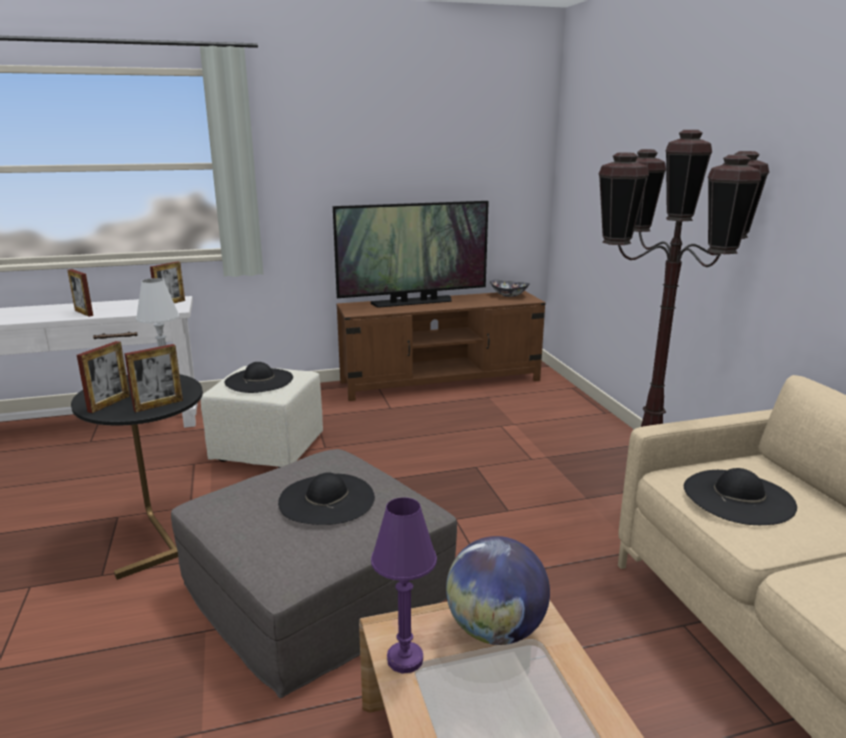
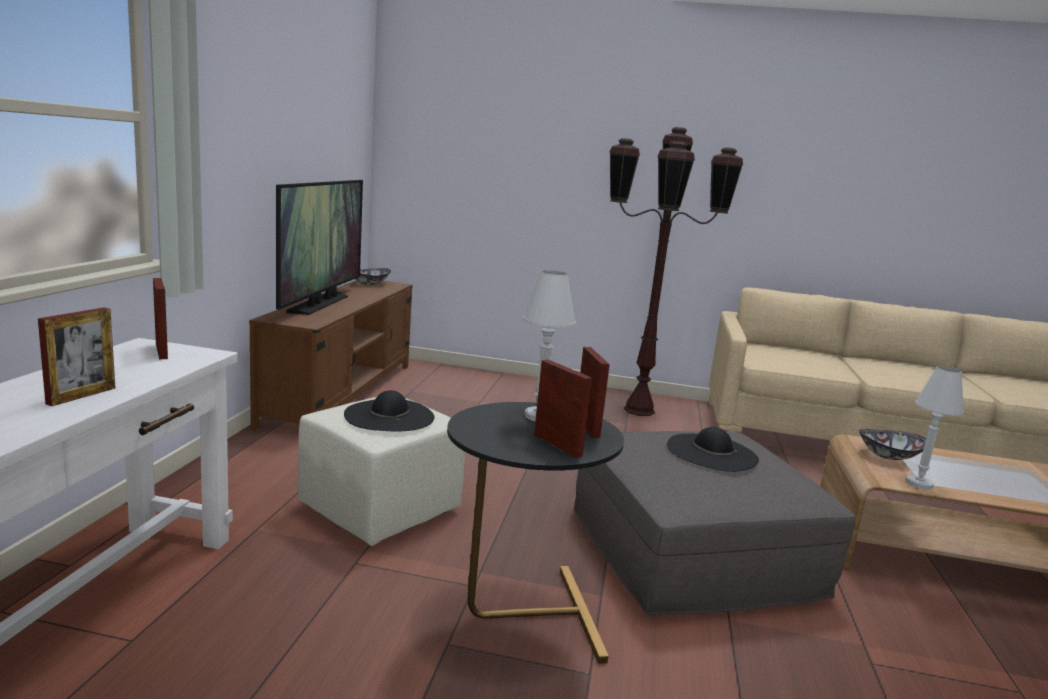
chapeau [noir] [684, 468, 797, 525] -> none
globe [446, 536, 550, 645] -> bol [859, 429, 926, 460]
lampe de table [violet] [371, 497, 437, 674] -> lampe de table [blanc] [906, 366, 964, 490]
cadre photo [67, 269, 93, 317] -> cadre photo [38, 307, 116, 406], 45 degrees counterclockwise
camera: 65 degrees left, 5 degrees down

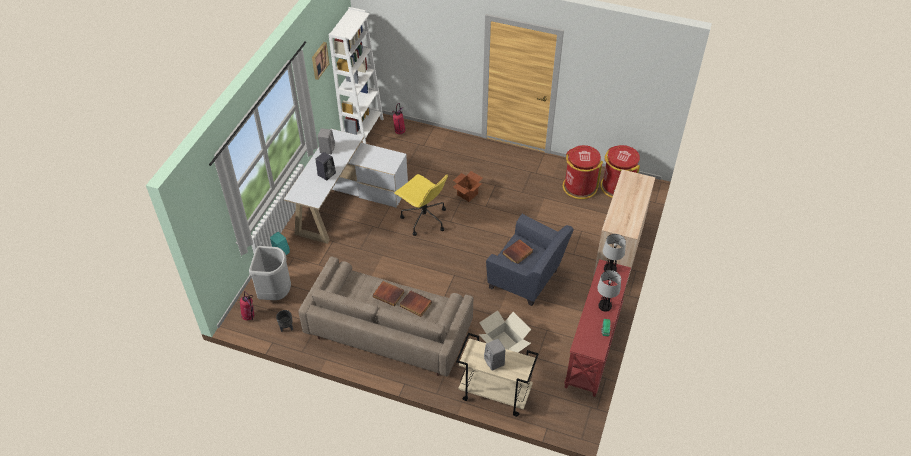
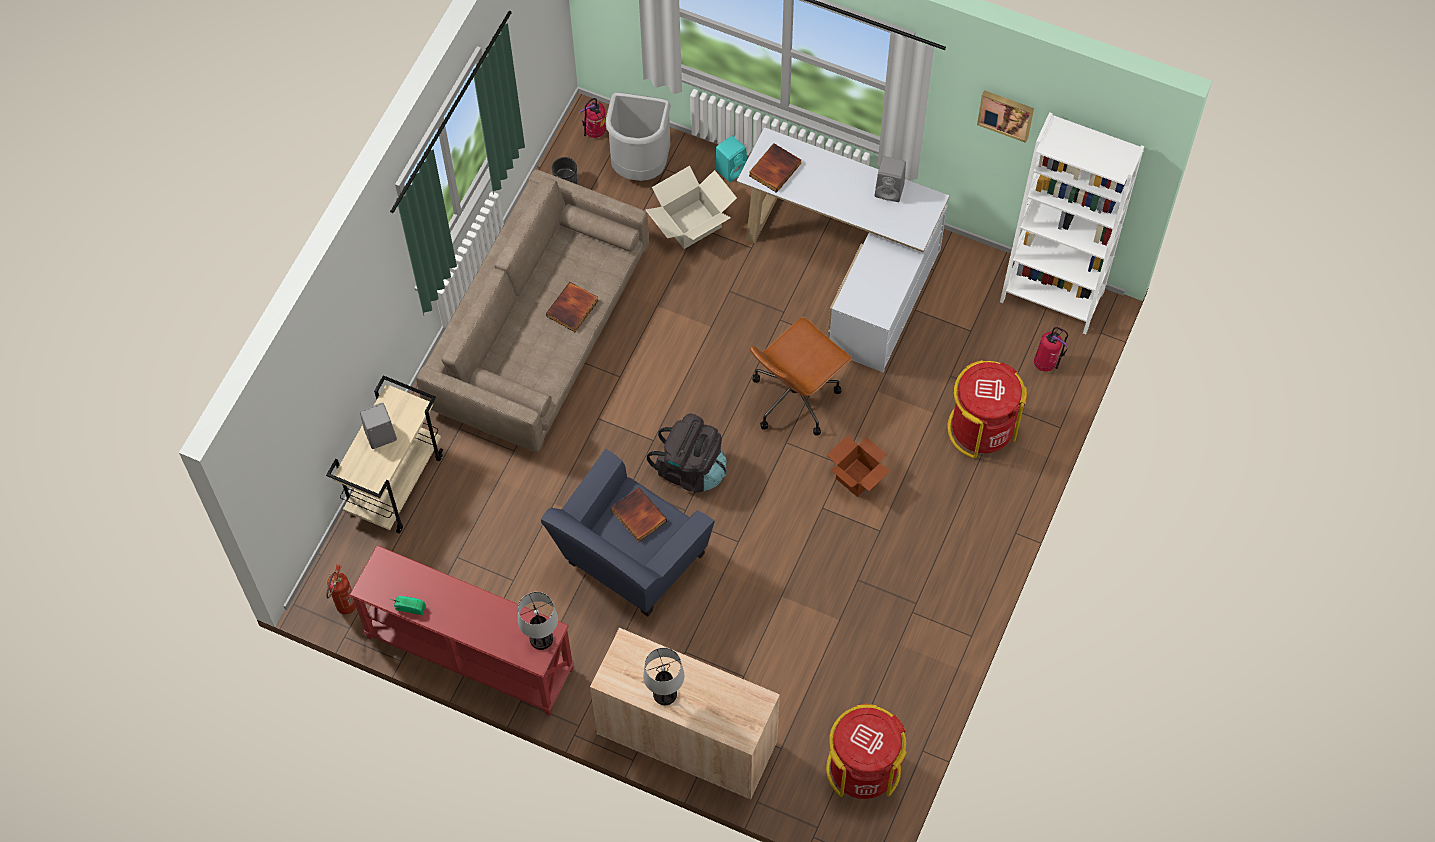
enceinte [noir] [315, 152, 336, 180] -> none
none -> extincteur [326, 564, 356, 614]
none -> sac à dos [noir] [647, 413, 727, 493]
livre [400, 291, 432, 317] -> livre [749, 143, 801, 193], relocated
carton [479, 311, 531, 353] -> carton [646, 166, 737, 249], relocated
poubelle [rouge] [563, 145, 603, 199] -> poubelle [rouge] [947, 360, 1028, 459], relocated
lampe de table [597, 270, 621, 312] -> lampe de table [643, 648, 684, 705], relocated
chaise de bureau [jaune] [394, 174, 448, 236] -> chaise de bureau [marron] [750, 317, 852, 436]
camera: 95 degrees right, 15 degrees up

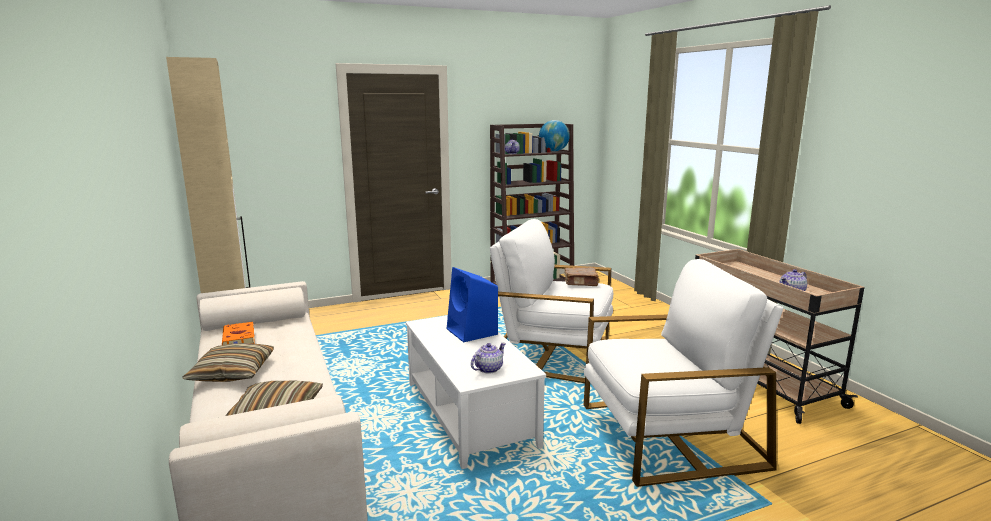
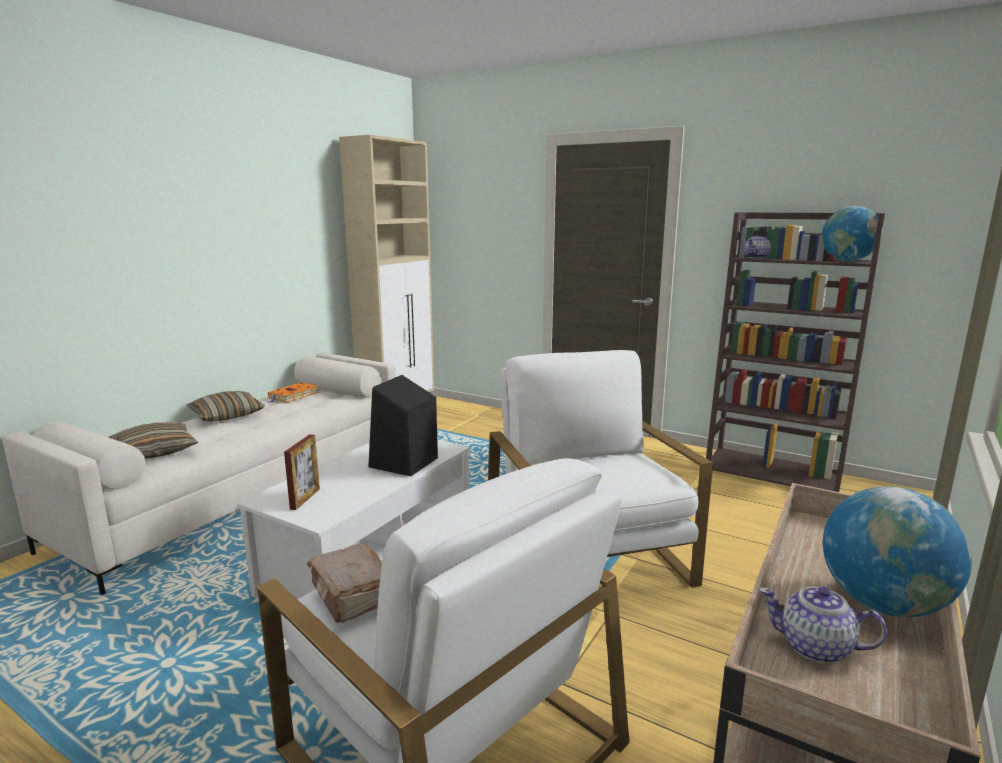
none -> globe [823, 486, 972, 617]
livre [marron] [564, 267, 599, 286] -> livre [marron] [307, 543, 382, 623], relocated
théière [471, 343, 506, 374] -> cadre photo [284, 435, 320, 510]
enceinte [bleu] [447, 267, 498, 342] -> enceinte [noir] [368, 375, 438, 476]
camera: 55 degrees right, 0 degrees up

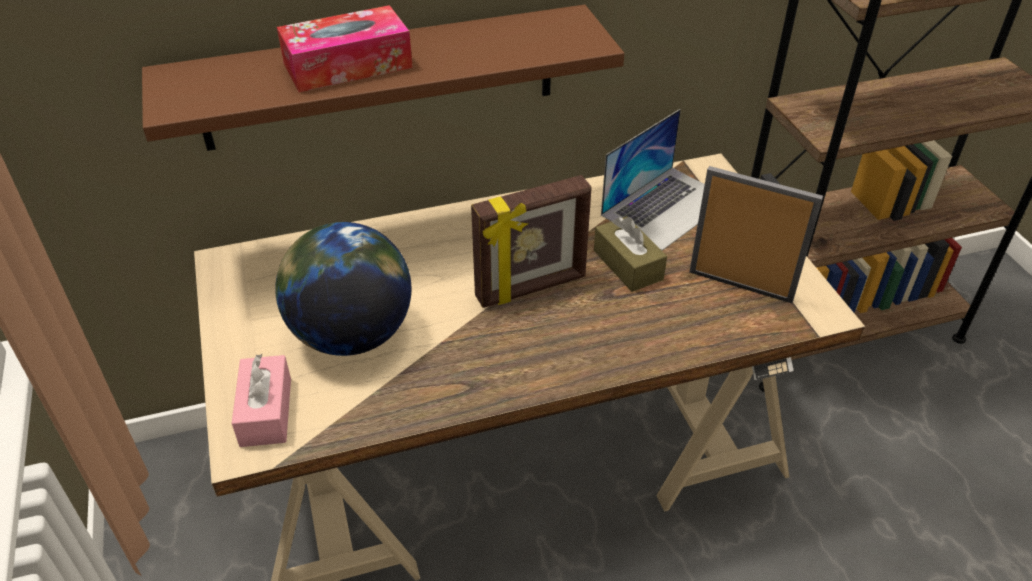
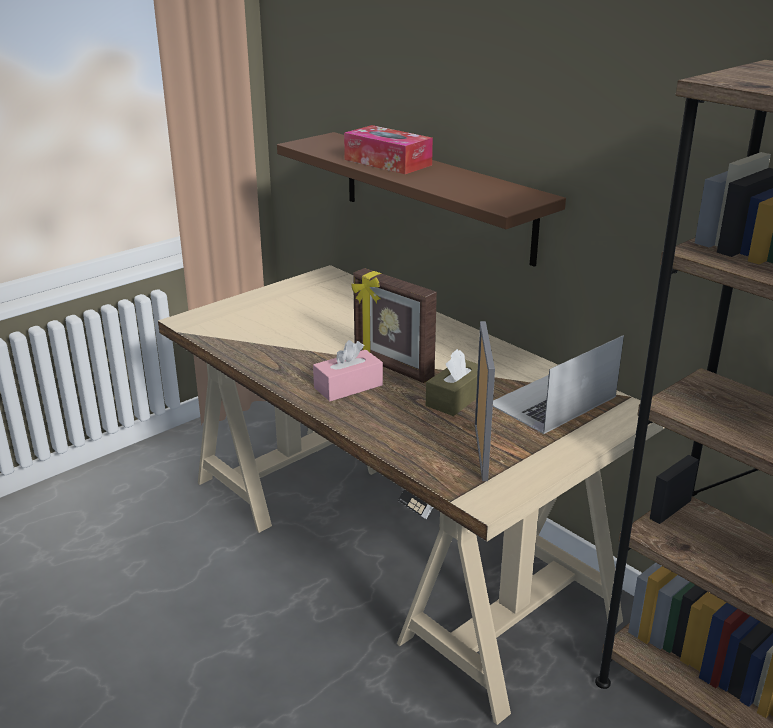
globe [275, 222, 411, 356] -> none
boîte à mouchoirs [rose] [232, 354, 291, 447] -> boîte à mouchoirs [rose] [313, 340, 383, 401], relocated
ordinateur portable [601, 109, 705, 251] -> ordinateur portable [493, 335, 624, 434], 120 degrees clockwise
camera: 65 degrees right, 15 degrees down

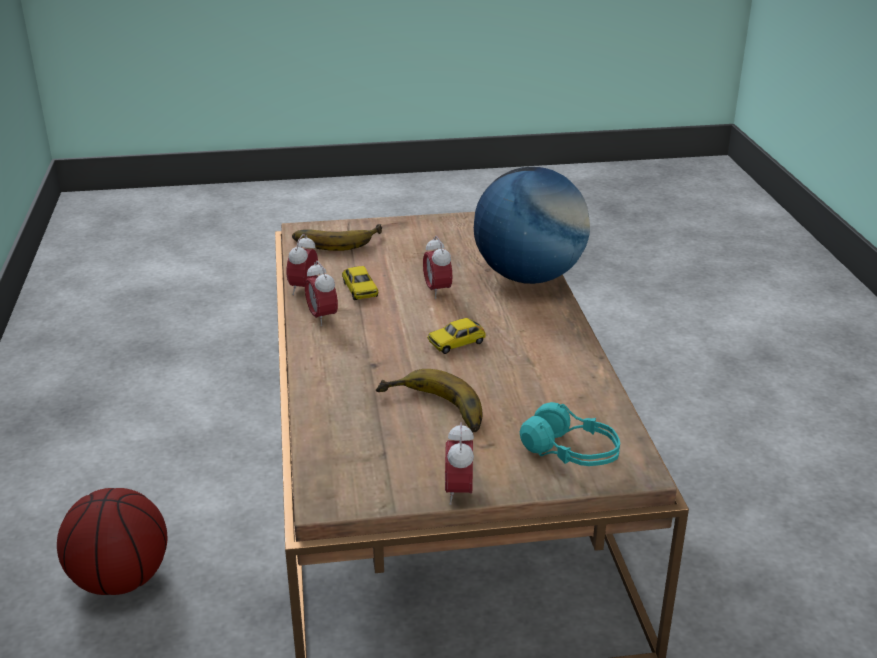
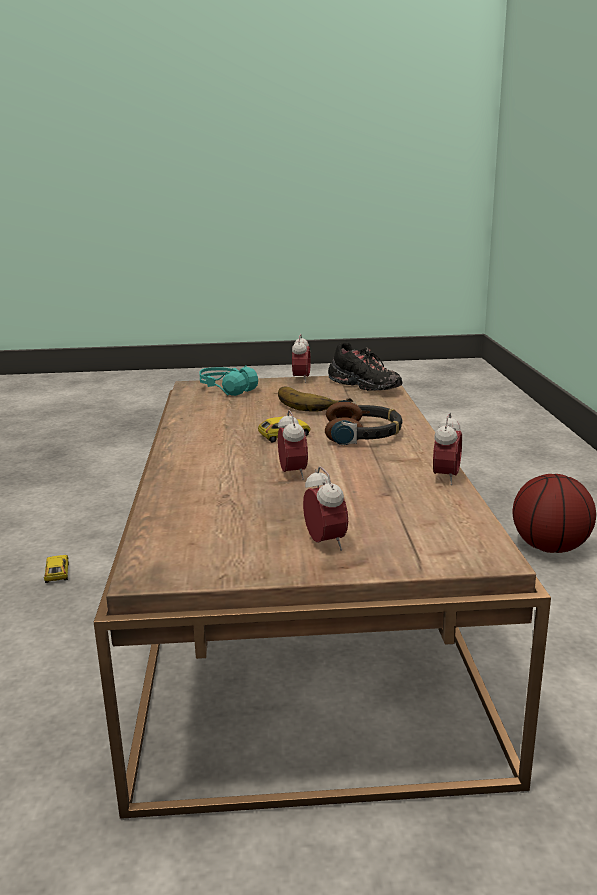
banane [292, 224, 382, 251] -> none
globe [474, 167, 590, 284] -> none
none -> casque audio [325, 400, 402, 445]
none -> chaussure [noir] [328, 342, 403, 391]
réveil [305, 261, 338, 327] -> réveil [303, 466, 348, 551], relocated
petite voiture [342, 266, 379, 300] -> petite voiture [44, 555, 69, 583], relocated
camera: 175 degrees left, 10 degrees down

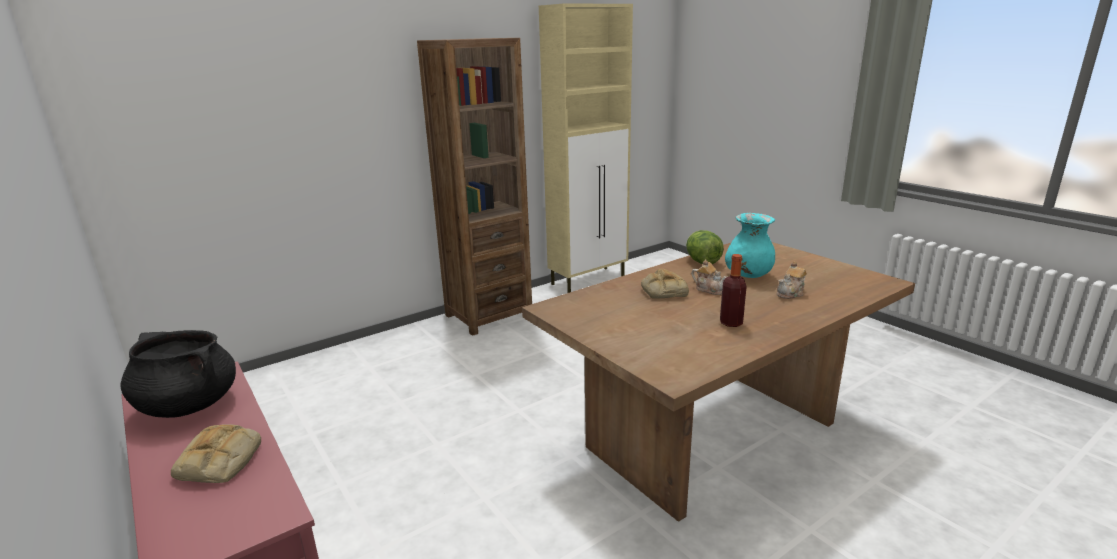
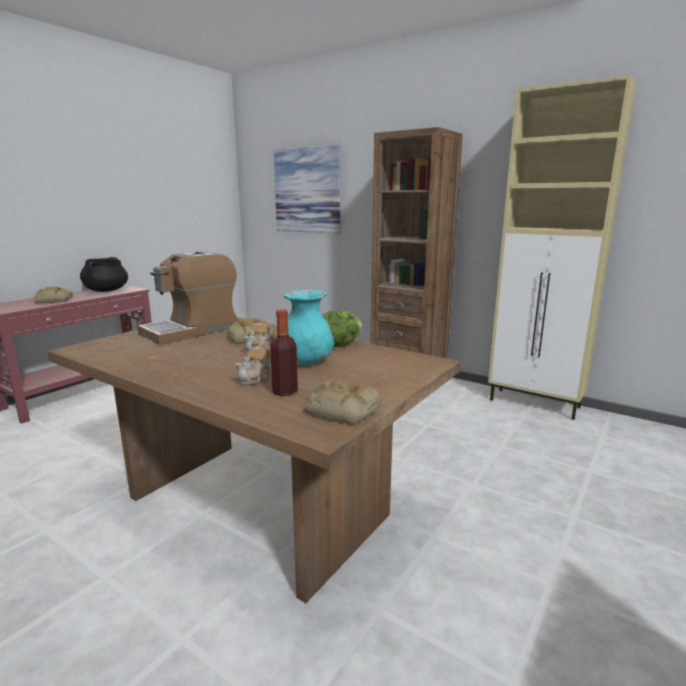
none -> machine à café [137, 251, 238, 345]
none -> tableau [274, 145, 340, 234]
none -> pain [304, 381, 381, 425]
bouteille [720, 254, 747, 327] -> bouteille [270, 309, 298, 396], relocated
théière [777, 261, 807, 299] -> théière [235, 340, 271, 386], 90 degrees counterclockwise
camera: 70 degrees right, 5 degrees down

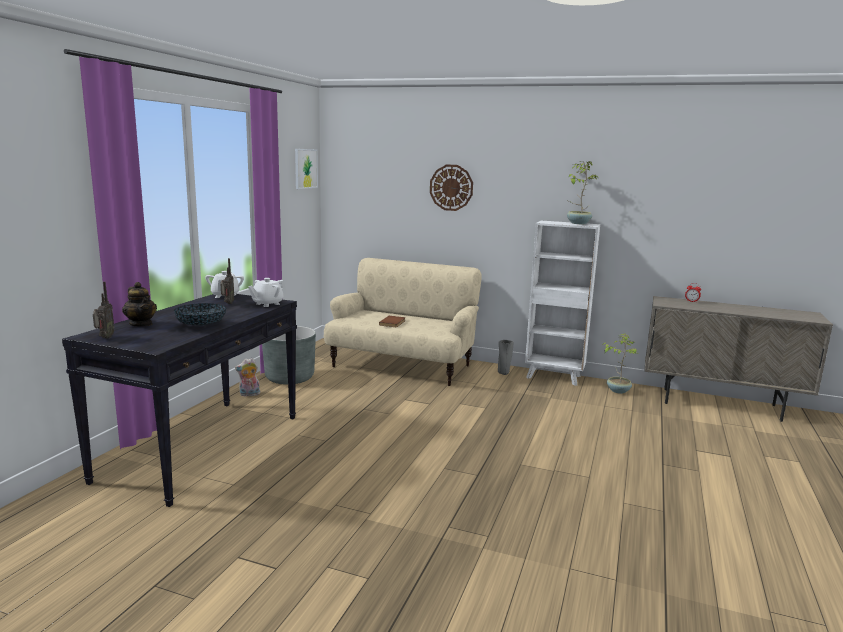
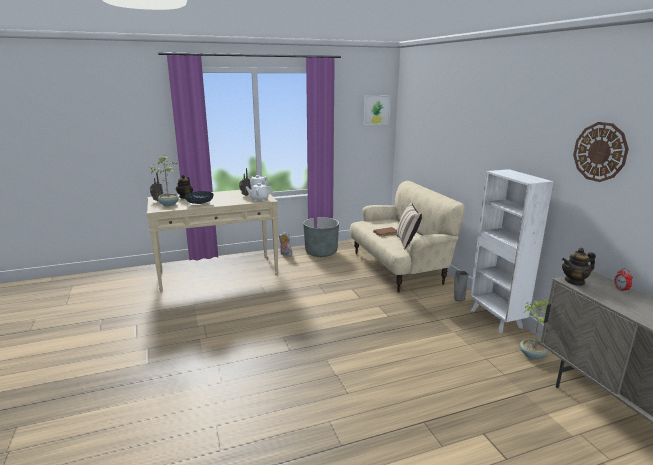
none -> coussin [beige] [396, 203, 422, 249]
none -> théière [562, 248, 596, 285]
horloge murale [430, 164, 473, 211] -> horloge murale [573, 122, 629, 182], relocated
plante en pot [567, 161, 598, 224] -> plante en pot [151, 155, 179, 206], relocated
table console [noir] [62, 294, 297, 507] -> table console [beige] [147, 190, 279, 293]
camera: 50 degrees right, 5 degrees up

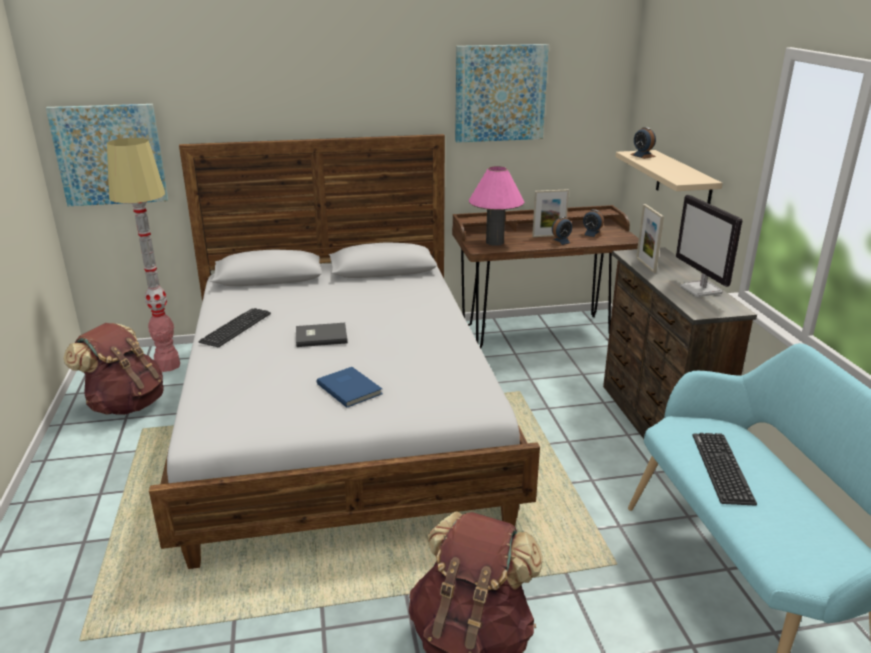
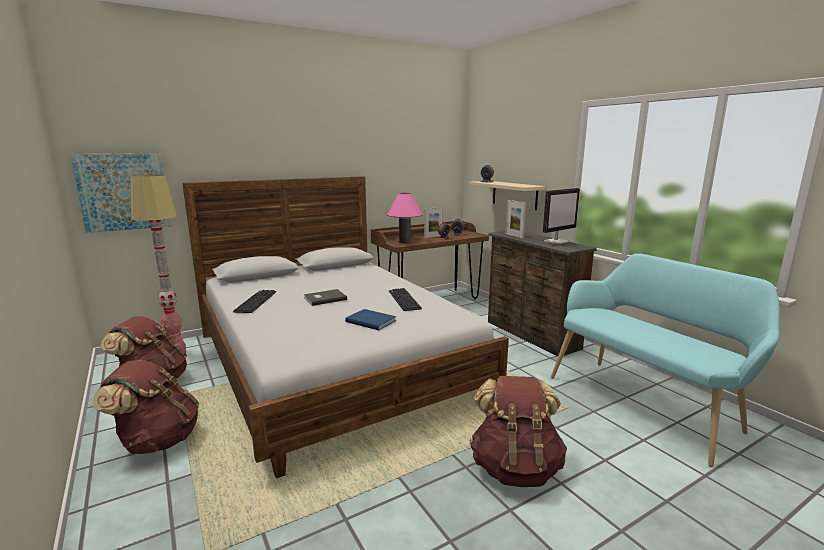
tableau [455, 44, 549, 143] -> none
none -> sac à dos [marron] [93, 360, 199, 454]
clavier [692, 433, 757, 506] -> clavier [389, 288, 422, 311], relocated
écran d'ordinateur [676, 195, 743, 297] -> écran d'ordinateur [543, 188, 580, 244], 90 degrees counterclockwise
camera: 20 degrees left, 10 degrees down

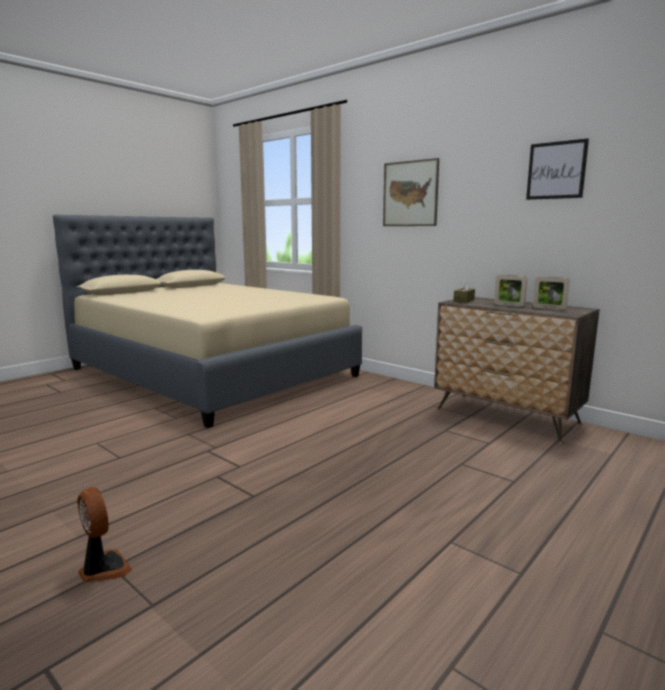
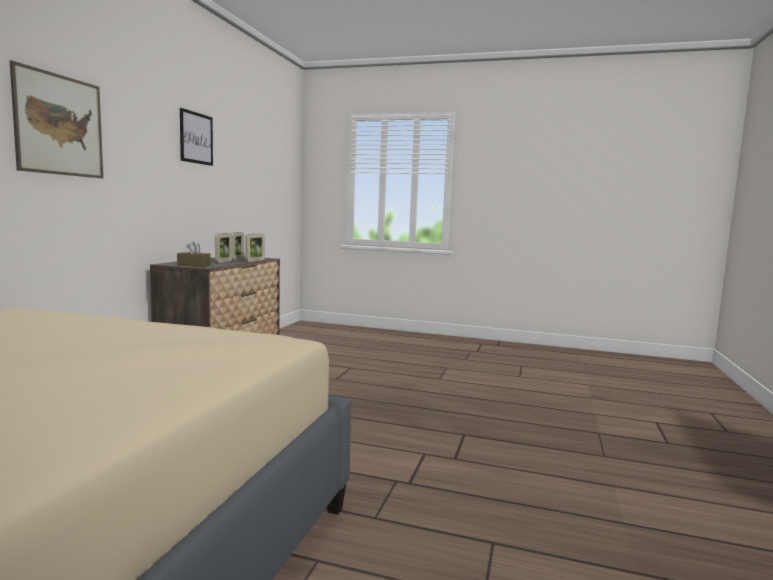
ventilateur [77, 487, 132, 583] -> none
none -> cadre photo [245, 234, 265, 262]
camera: 115 degrees left, 5 degrees down

